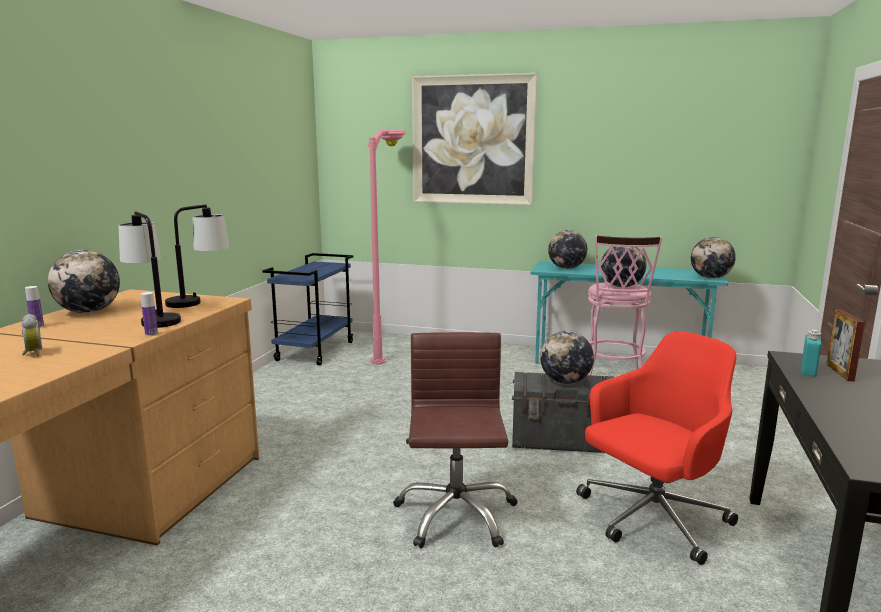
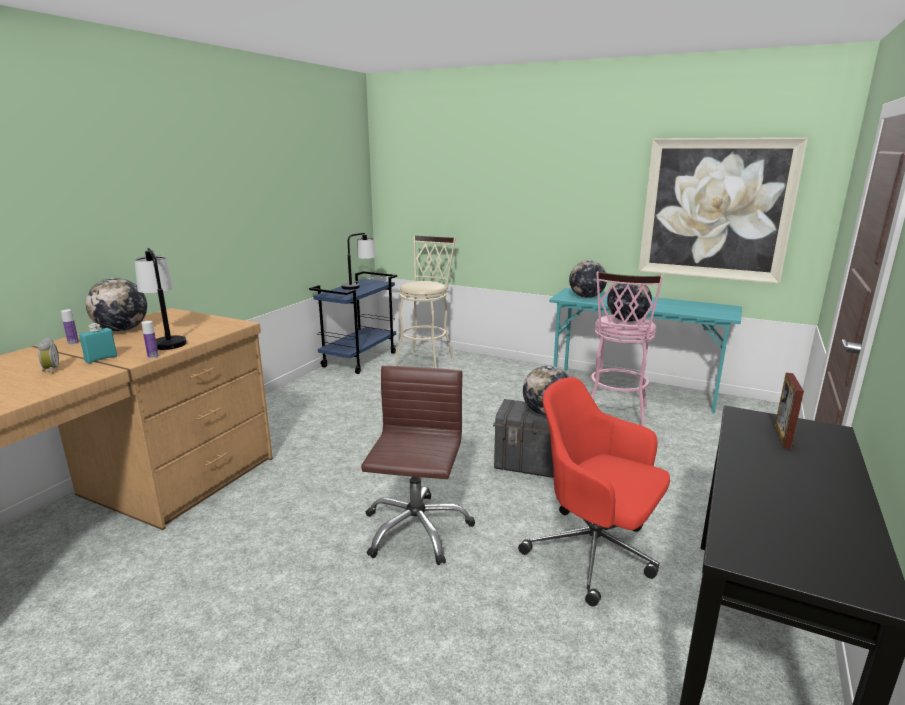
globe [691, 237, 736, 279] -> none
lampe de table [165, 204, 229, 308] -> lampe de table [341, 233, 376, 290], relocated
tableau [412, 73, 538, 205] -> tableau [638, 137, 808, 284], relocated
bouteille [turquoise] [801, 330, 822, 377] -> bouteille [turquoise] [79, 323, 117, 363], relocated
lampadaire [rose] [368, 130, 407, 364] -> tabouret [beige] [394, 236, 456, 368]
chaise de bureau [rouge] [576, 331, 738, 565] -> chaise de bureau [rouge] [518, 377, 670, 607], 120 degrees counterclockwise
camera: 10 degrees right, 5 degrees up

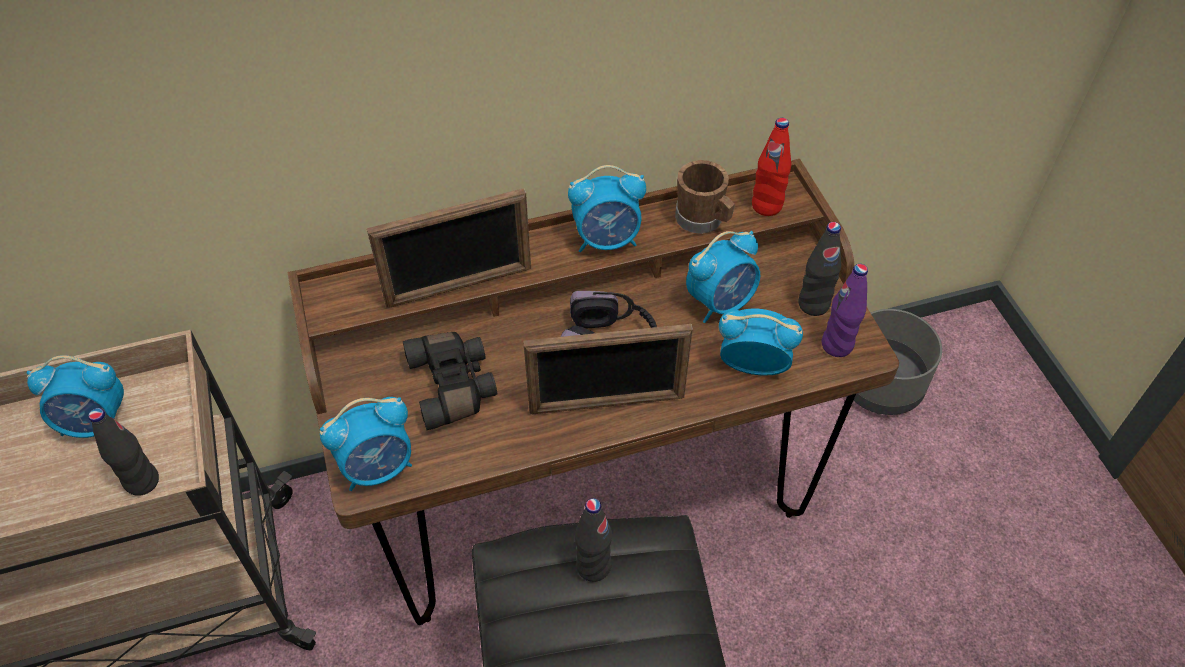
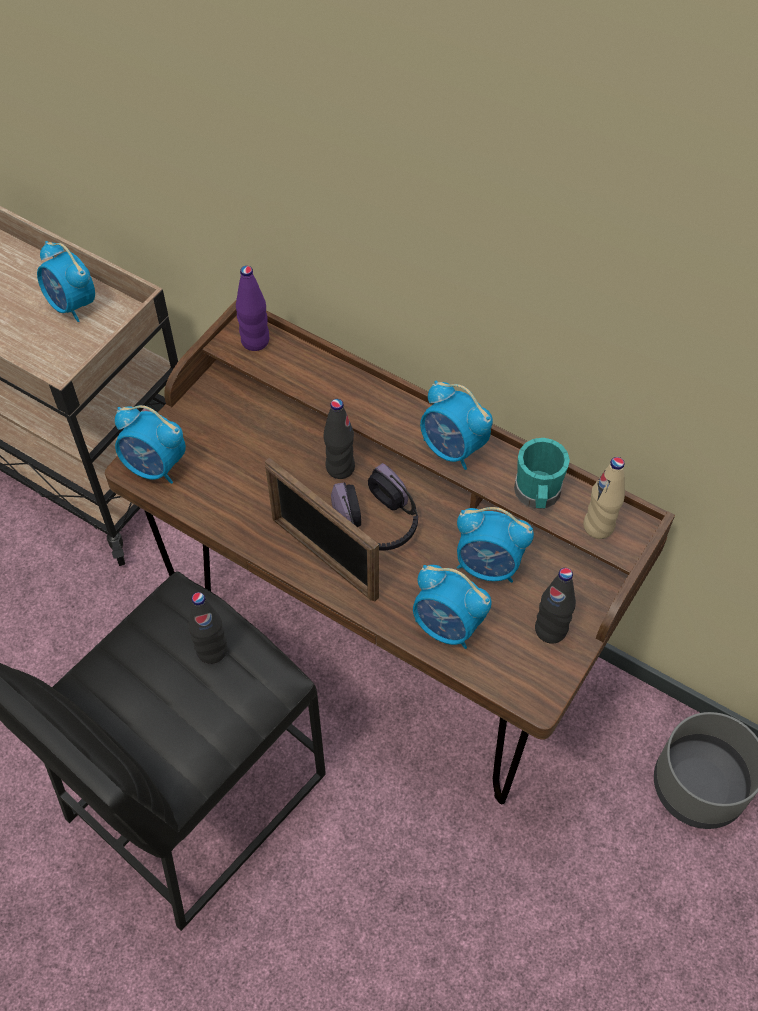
cadre photo [367, 188, 531, 308] -> none
jumelles [noir] [403, 332, 497, 430] -> none
bouteille [noir] [88, 408, 159, 496] -> bouteille [noir] [323, 399, 355, 479], relocated
bouteille [violet] [822, 264, 868, 357] -> bouteille [violet] [236, 266, 269, 351], relocated
mug [marron] [675, 160, 735, 234] -> mug [turquoise] [514, 438, 570, 509]
bouteille [rouge] [752, 118, 791, 216] -> bouteille [beige] [583, 457, 625, 539]
réveil [719, 309, 803, 376] -> réveil [413, 565, 492, 649], 150 degrees clockwise
camera: 50 degrees right, 5 degrees up

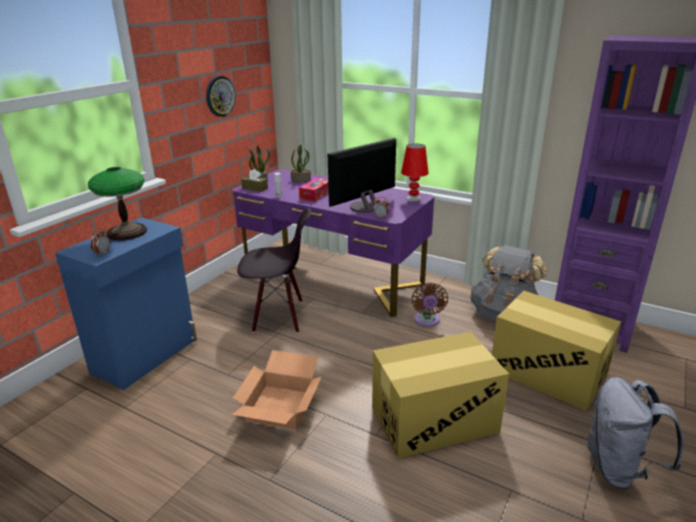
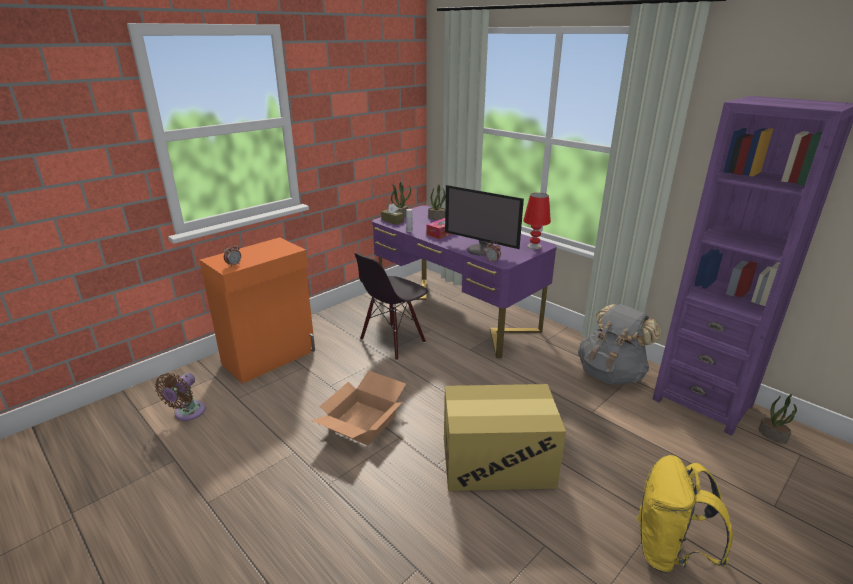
lampe de table [88, 167, 147, 241] -> none
horloge murale [206, 76, 236, 117] -> none
carton [492, 291, 621, 411] -> none
none -> plante en pot [759, 394, 797, 444]
ventilateur [marron] [411, 283, 448, 327] -> ventilateur [marron] [155, 373, 206, 421], relocated
meuble de rangement [bleu] [55, 217, 197, 390] -> meuble de rangement [orange] [200, 237, 315, 384]
sac à dos [gris] [586, 377, 684, 490] -> sac à dos [jaune] [636, 455, 733, 574]
chaise [noir] [237, 208, 311, 333] -> chaise [noir] [354, 253, 428, 361], 120 degrees clockwise
écran d'ordinateur [328, 138, 396, 213] -> écran d'ordinateur [445, 185, 524, 256], 120 degrees counterclockwise
camera: 15 degrees right, 0 degrees up

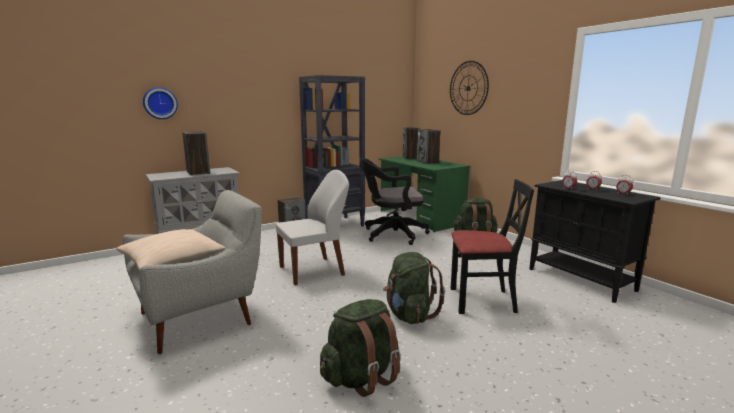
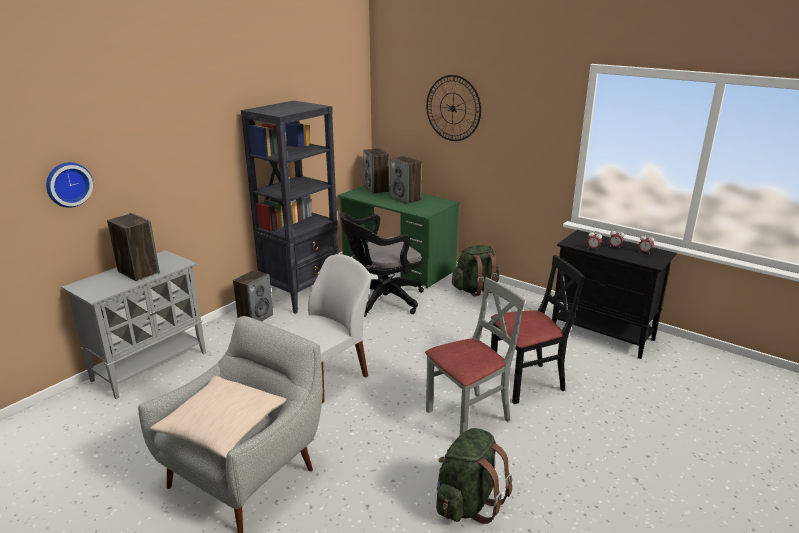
sac à dos [vert] [383, 252, 445, 324] -> chaise [gris] [425, 277, 525, 435]
camera: 20 degrees left, 10 degrees up

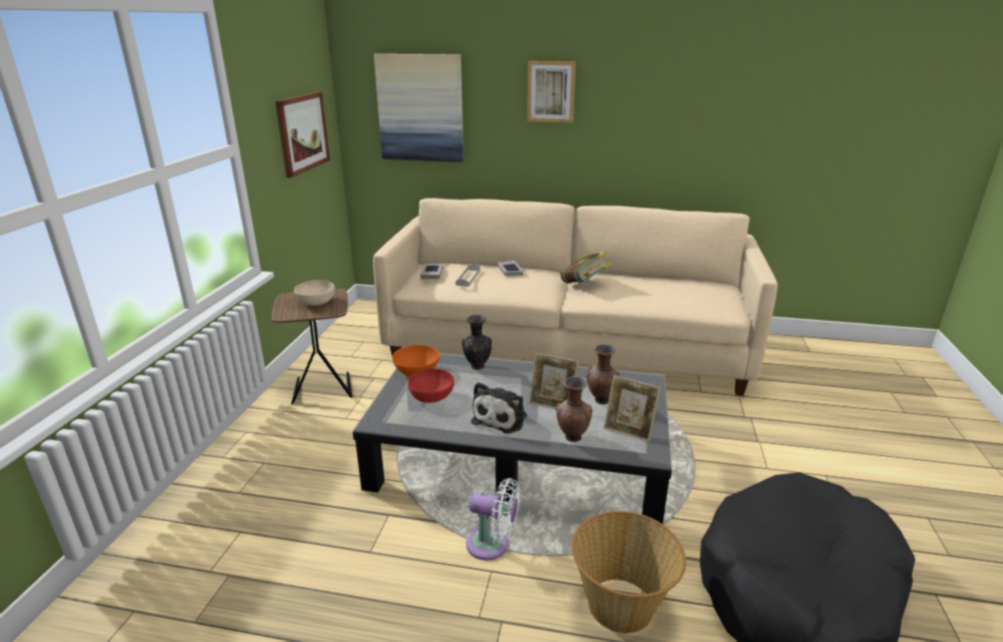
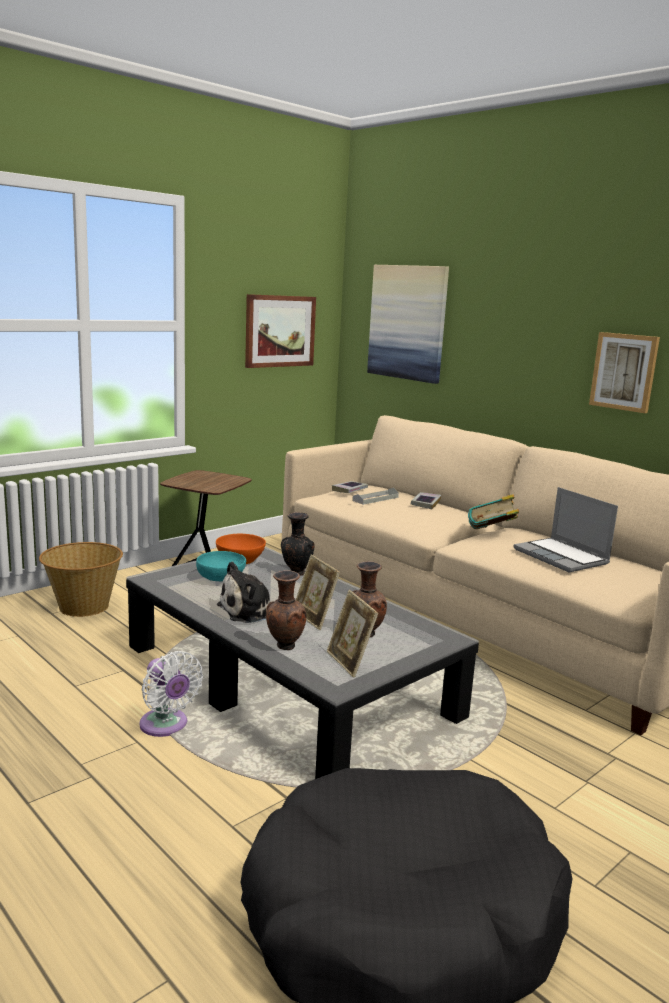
bol [beige] [294, 280, 335, 306] -> none
none -> ordinateur portable [513, 487, 618, 572]
tableau [527, 61, 576, 123] -> tableau [589, 332, 660, 413], relocated
panier [572, 511, 686, 633] -> panier [39, 542, 123, 617], relocated
bol [rouge] [408, 369, 454, 403] -> bol [turquoise] [196, 551, 246, 581]
camera: 35 degrees right, 10 degrees down

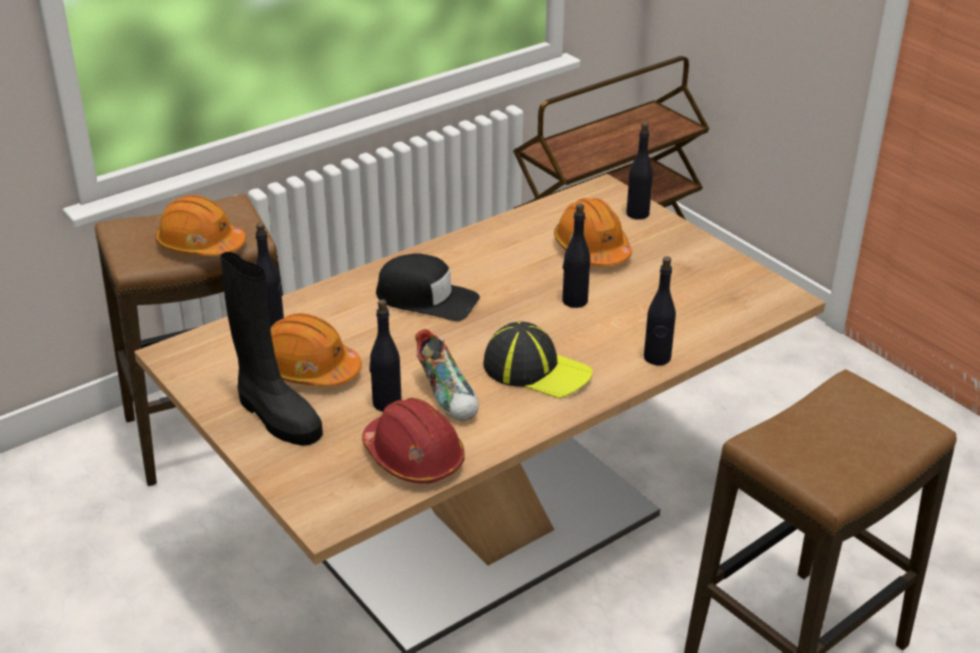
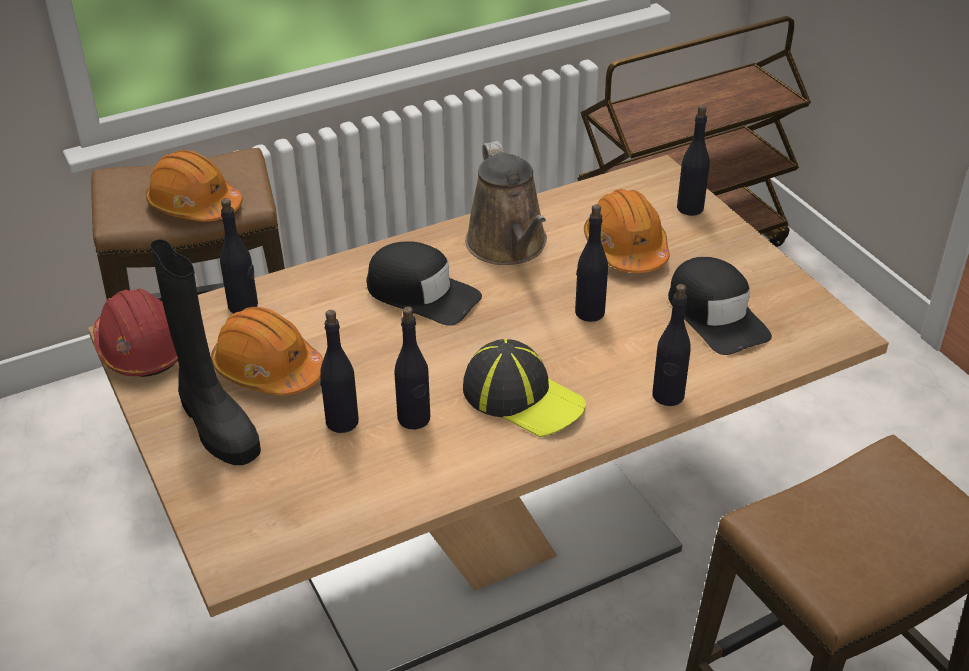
none -> arrosoir [marron] [465, 141, 547, 265]
none -> casquette [noir] [668, 257, 772, 355]
casque de chantier [rouge] [362, 398, 465, 484] -> casque de chantier [rouge] [93, 288, 178, 377], relocated
chaussure [415, 329, 479, 421] -> bouteille [noir] [394, 306, 430, 429]
camera: 10 degrees right, 5 degrees up

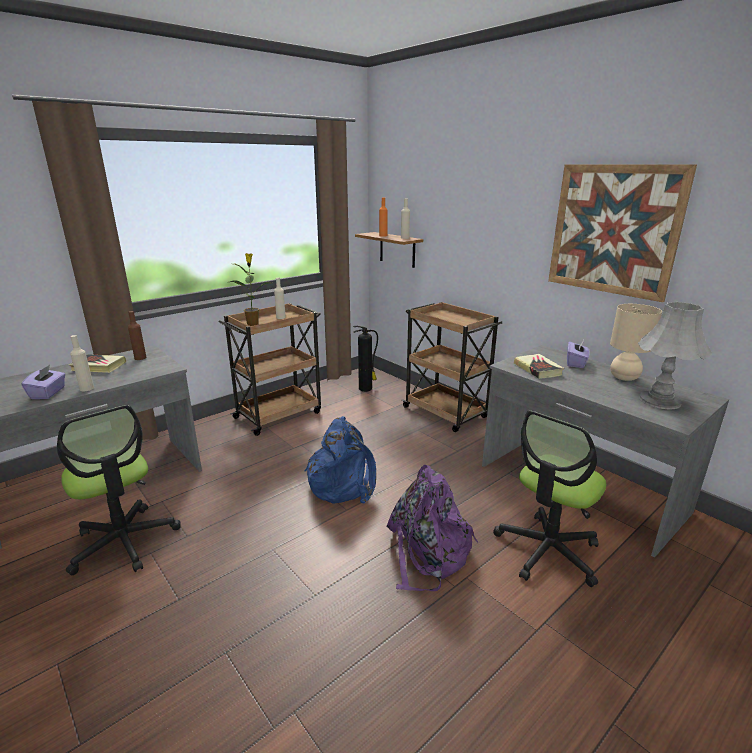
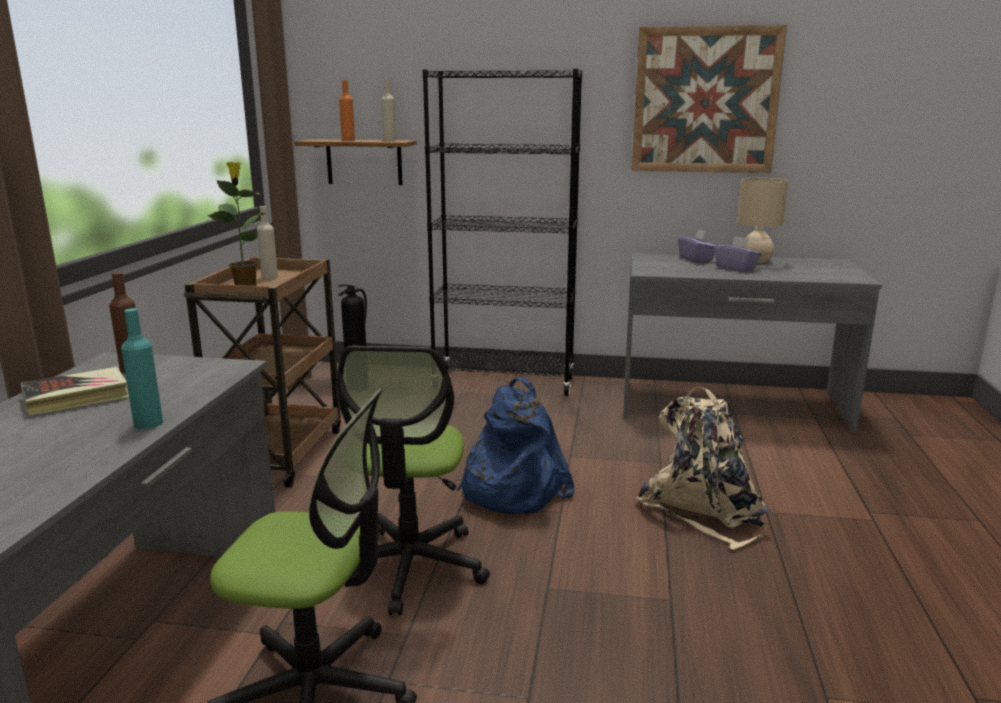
livre [514, 354, 564, 379] -> none
lampe de table [gris] [638, 302, 712, 409] -> none
boîte à mouchoirs [violet] [21, 365, 65, 399] -> boîte à mouchoirs [violet] [715, 236, 761, 271], relocated
chaise de bureau [493, 411, 606, 587] -> chaise de bureau [337, 346, 490, 616], relocated
chariot [marron] [402, 302, 502, 432] -> bibliothèque [noir] [423, 69, 582, 396]
bouteille [beige] [70, 335, 94, 391] -> bouteille [turquoise] [121, 308, 163, 429]
sac à dos [violet] [386, 465, 478, 591] -> sac à dos [beige] [636, 387, 770, 550]
camera: 40 degrees left, 5 degrees down

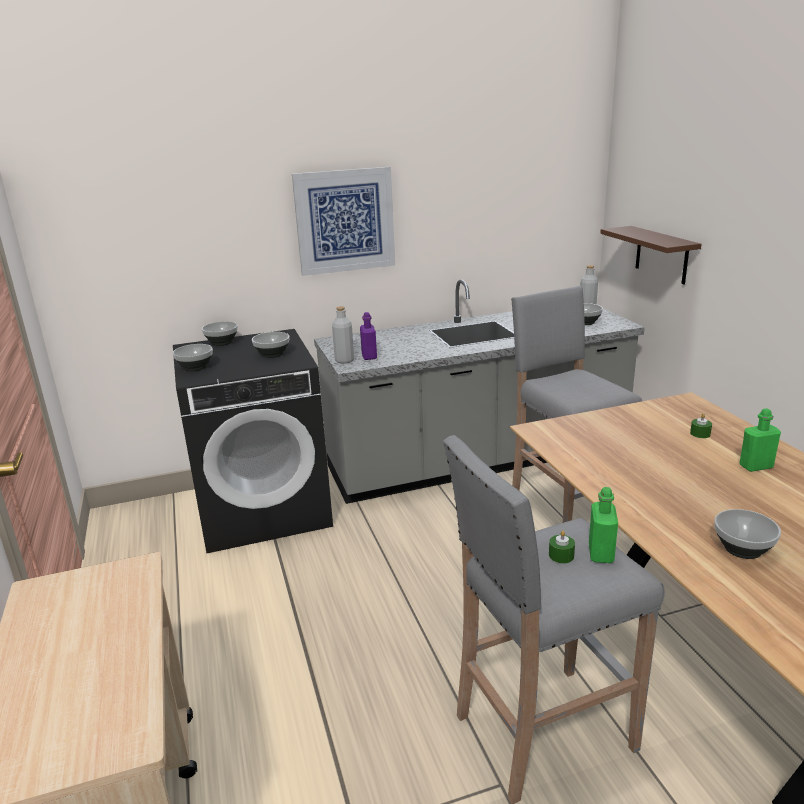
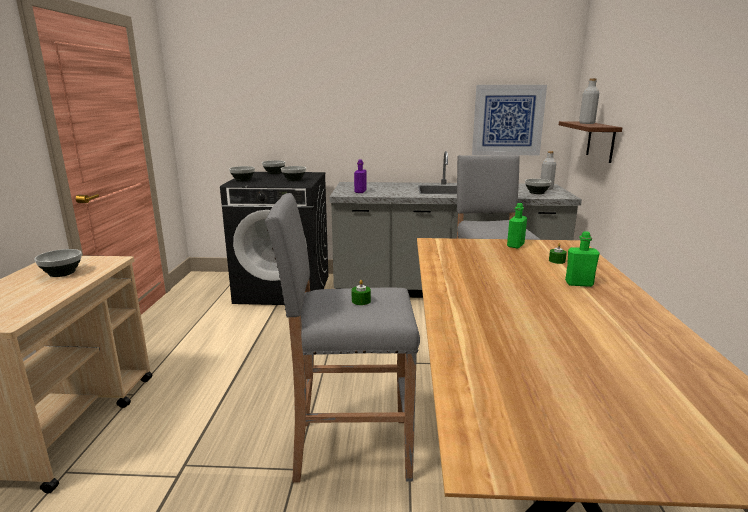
tableau [292, 167, 395, 276] -> tableau [472, 85, 547, 155], relocated
bouteille [gris] [332, 306, 354, 364] -> bouteille [gris] [579, 78, 599, 124], relocated
bouteille [vert] [589, 487, 618, 563] -> bouteille [vert] [507, 203, 527, 249], relocated
bol [714, 509, 781, 559] -> bol [34, 249, 82, 277], relocated
camera: 20 degrees right, 5 degrees down

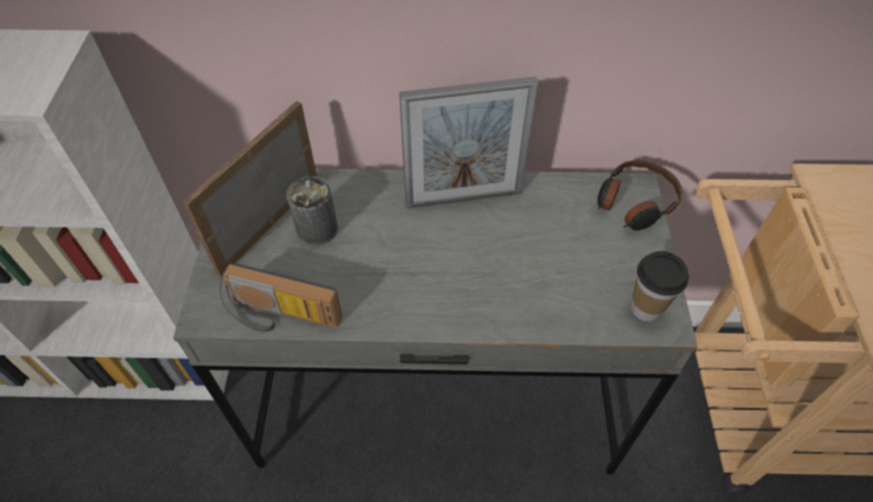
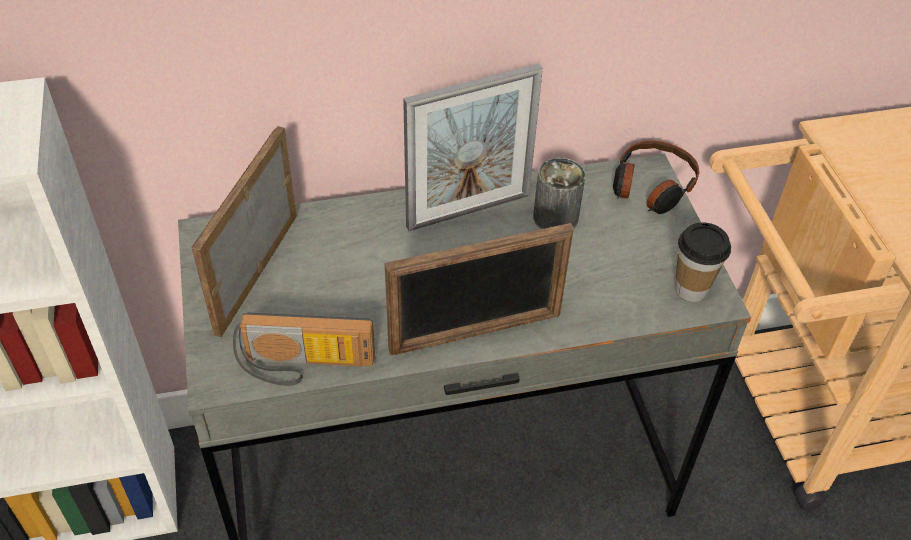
none -> cadre photo [385, 223, 574, 355]
boîte métallique [286, 176, 338, 246] -> boîte métallique [533, 158, 585, 229], relocated
camera: 15 degrees left, 5 degrees down

